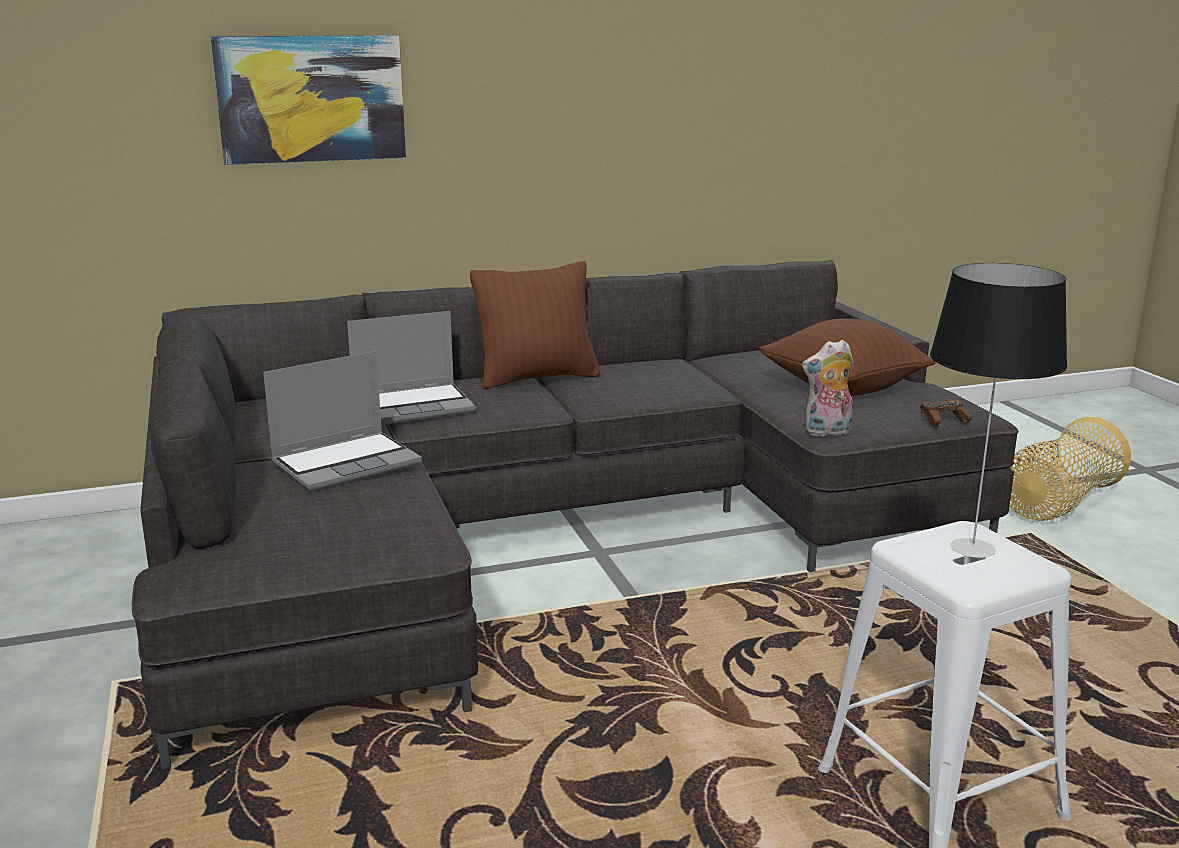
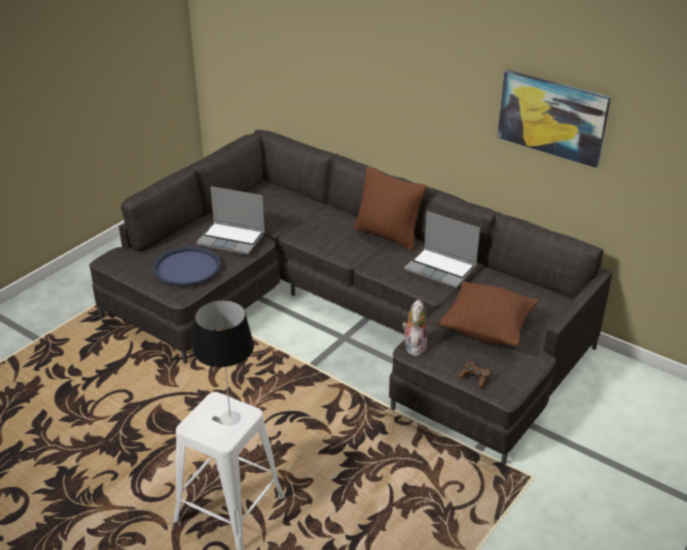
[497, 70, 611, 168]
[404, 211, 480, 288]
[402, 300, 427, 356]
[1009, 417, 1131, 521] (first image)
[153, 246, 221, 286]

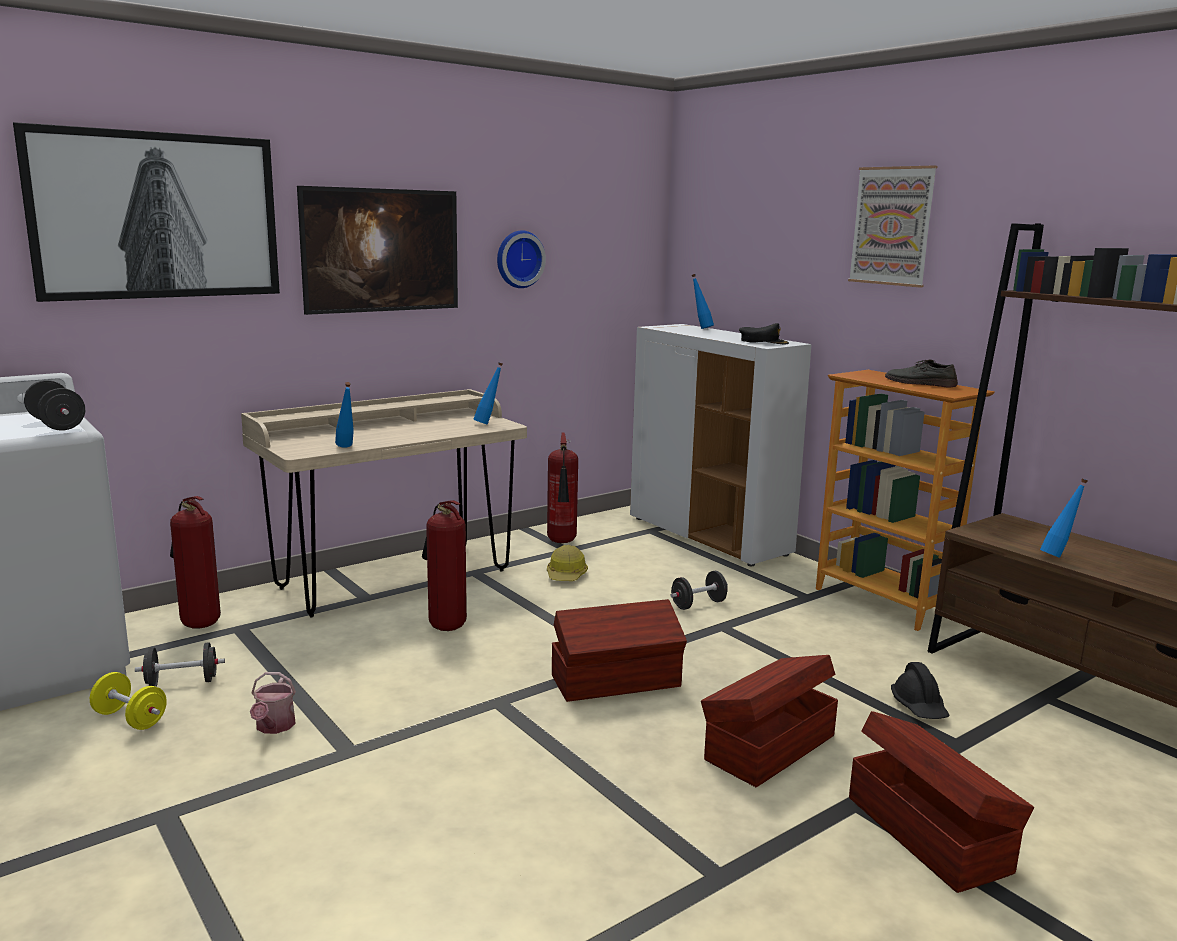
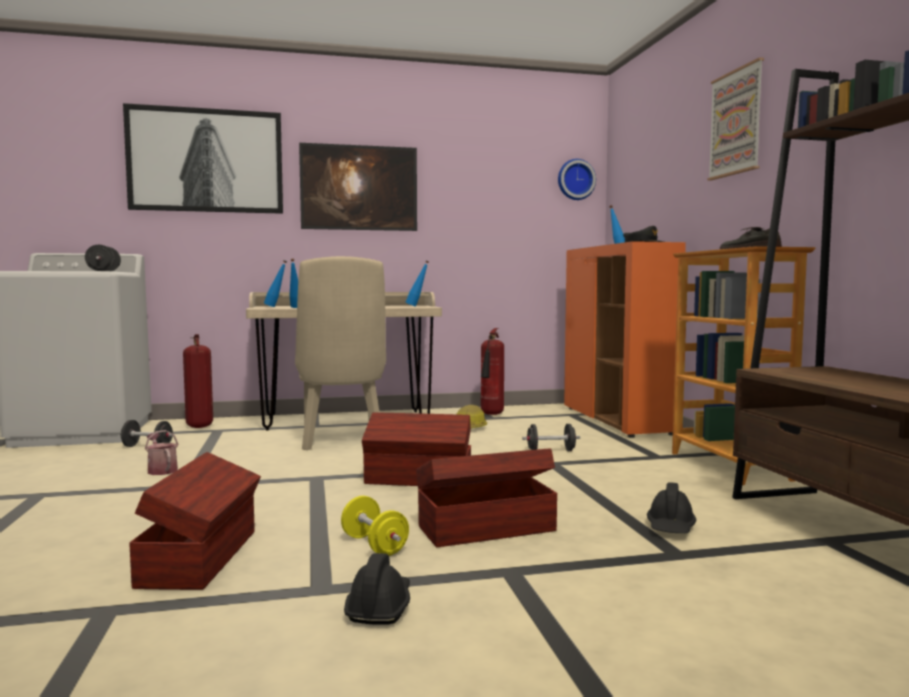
[341, 496, 409, 556]
[145, 430, 178, 475]
[295, 256, 386, 450]
[558, 159, 596, 200]
[564, 241, 686, 438]
[129, 452, 261, 590]
[264, 260, 287, 307]
[344, 553, 410, 624]

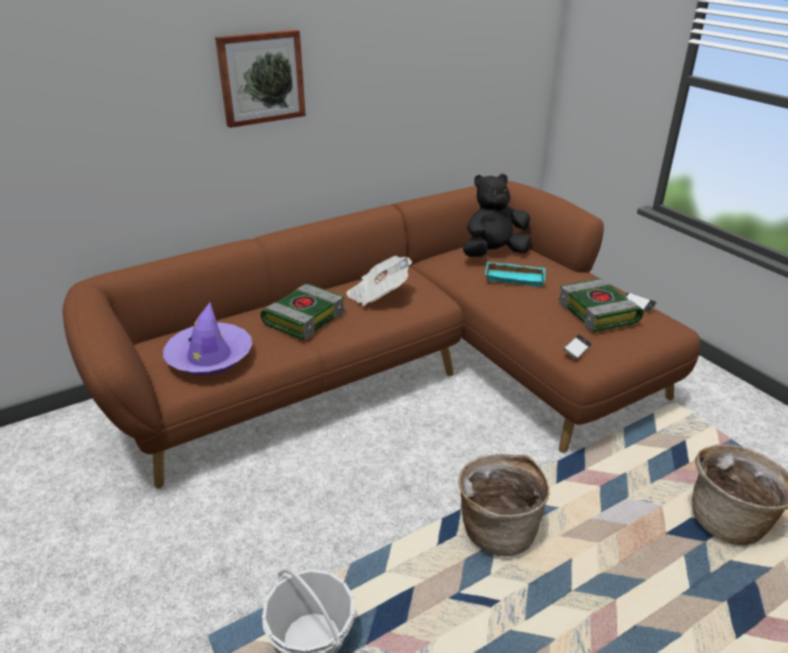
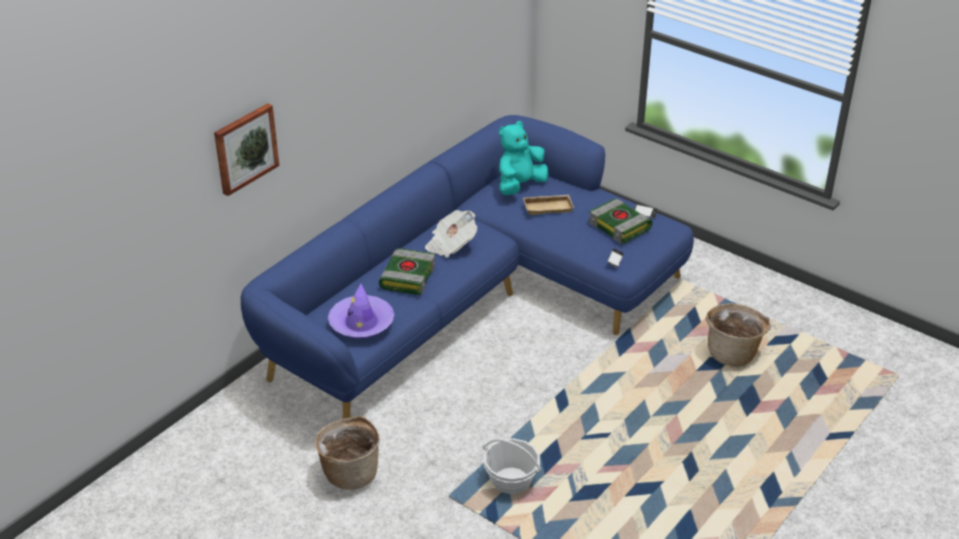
[241, 115, 694, 419]
[214, 103, 279, 196]
[315, 416, 380, 490]
[499, 121, 549, 195]
[523, 195, 574, 215]

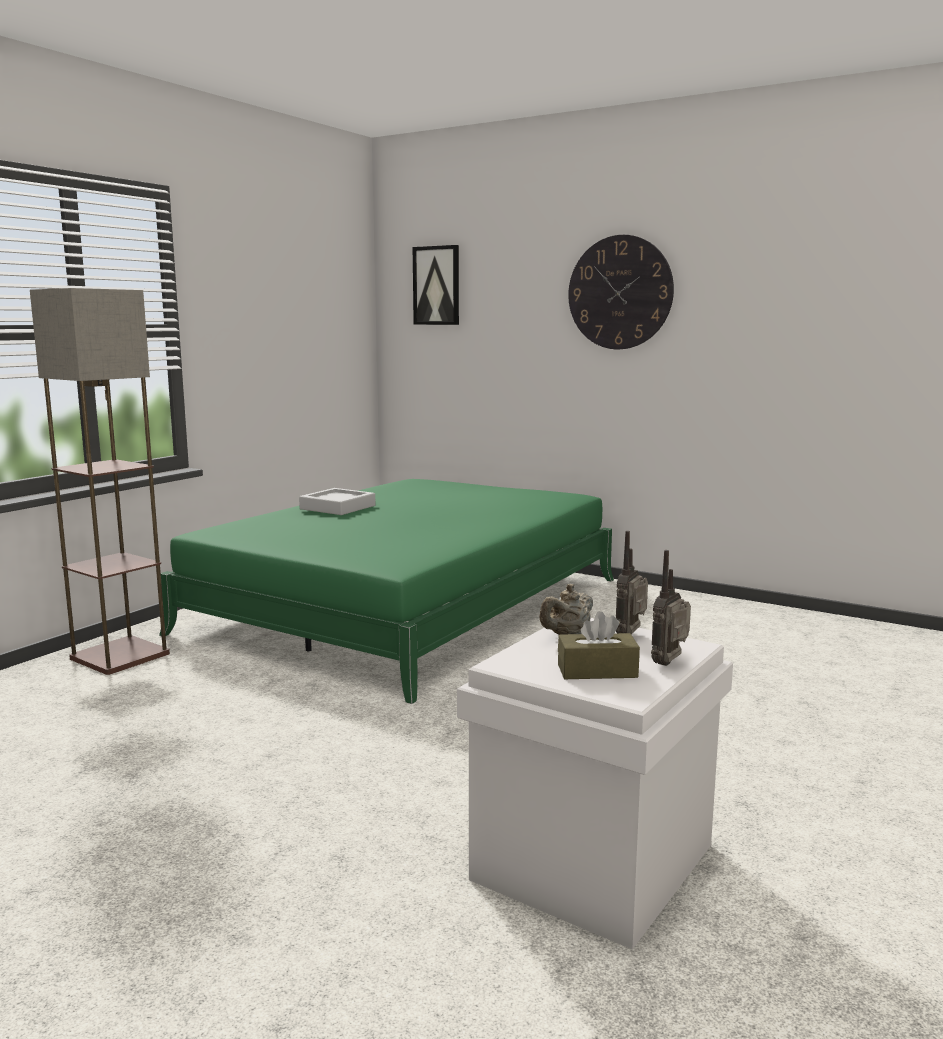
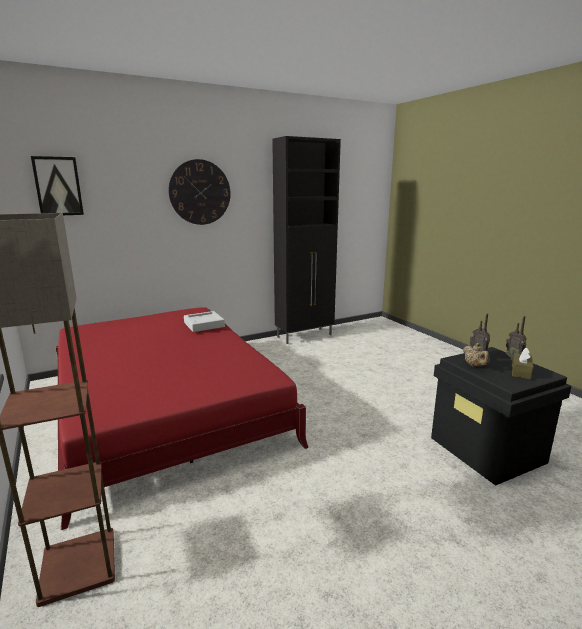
[55, 307, 309, 530]
[184, 311, 225, 332]
[431, 347, 571, 486]
[272, 136, 341, 344]

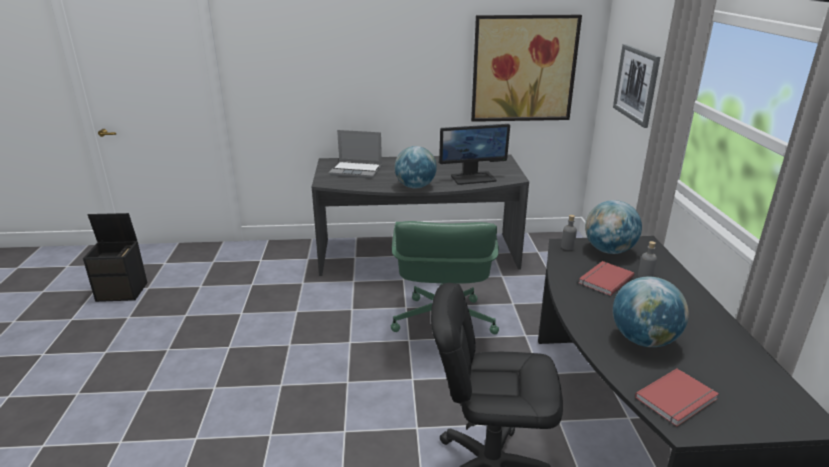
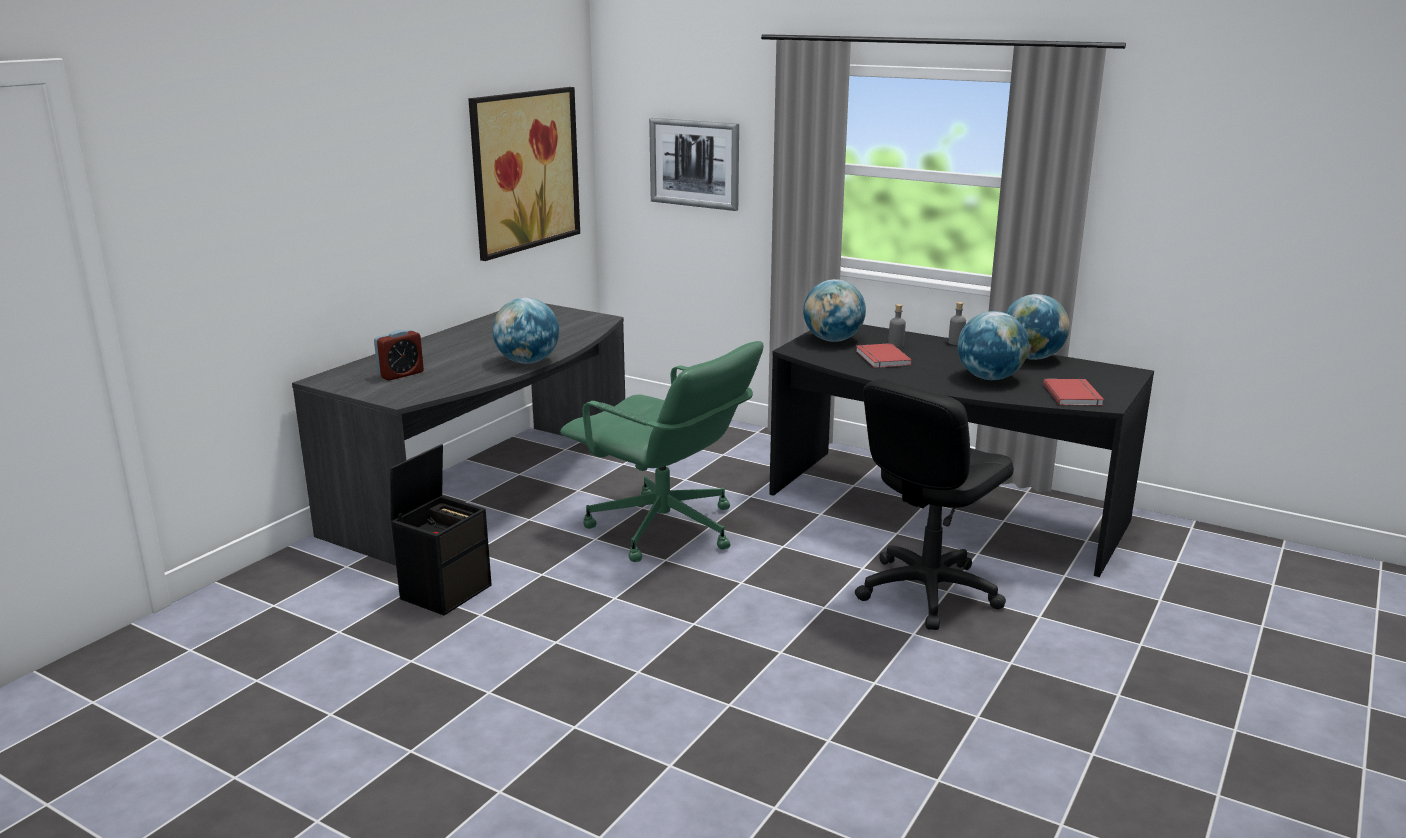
[390, 444, 492, 615]
[374, 330, 424, 381]
[439, 124, 510, 185] (first image)
[948, 302, 966, 345]
[1005, 294, 1070, 360]

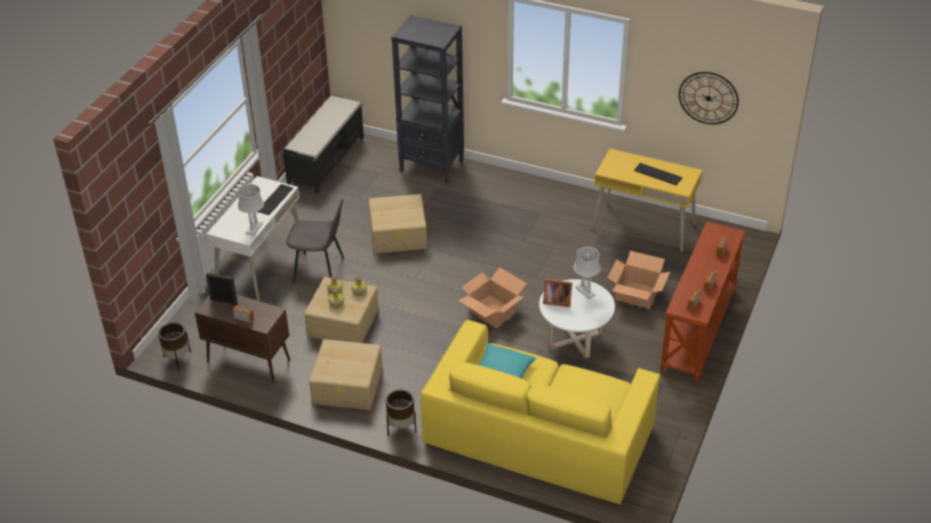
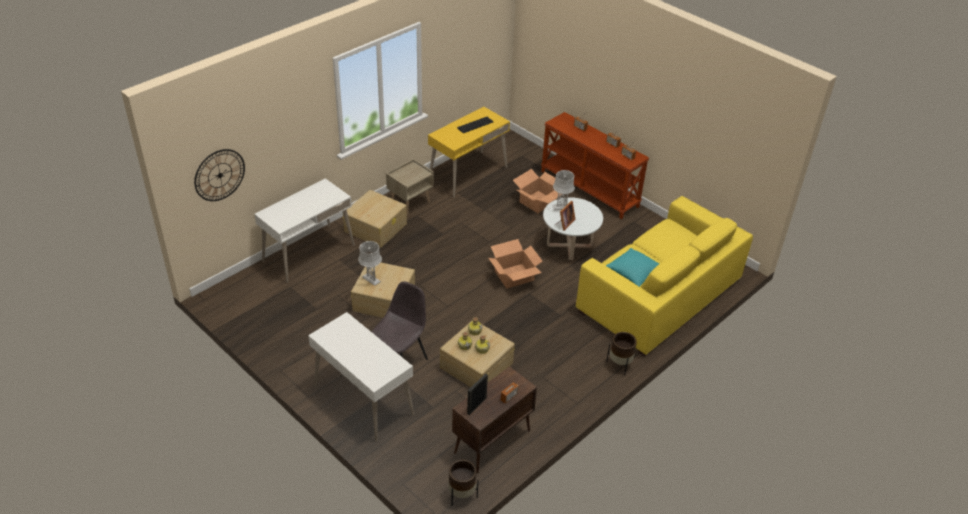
[358, 241, 382, 286]
[257, 184, 293, 215] (first image)
[282, 94, 364, 194] (first image)
[343, 190, 407, 248]
[255, 178, 355, 283]
[194, 149, 245, 201]
[386, 159, 434, 215]

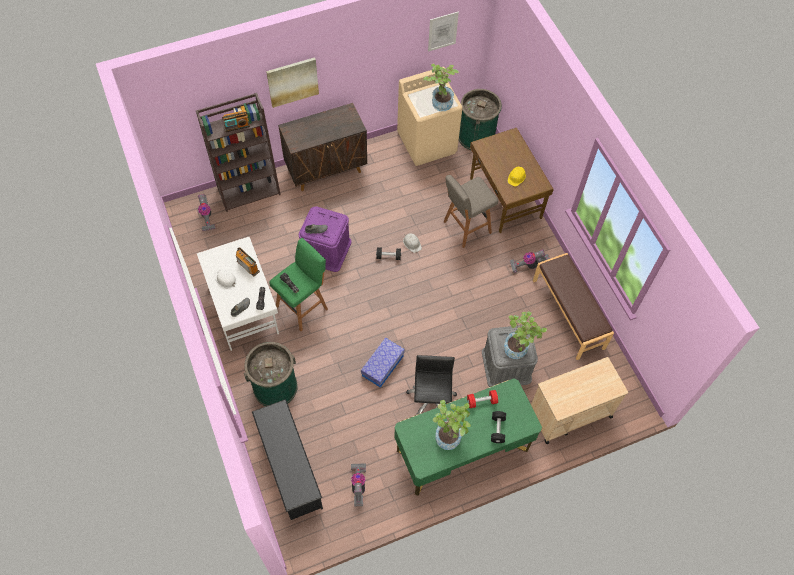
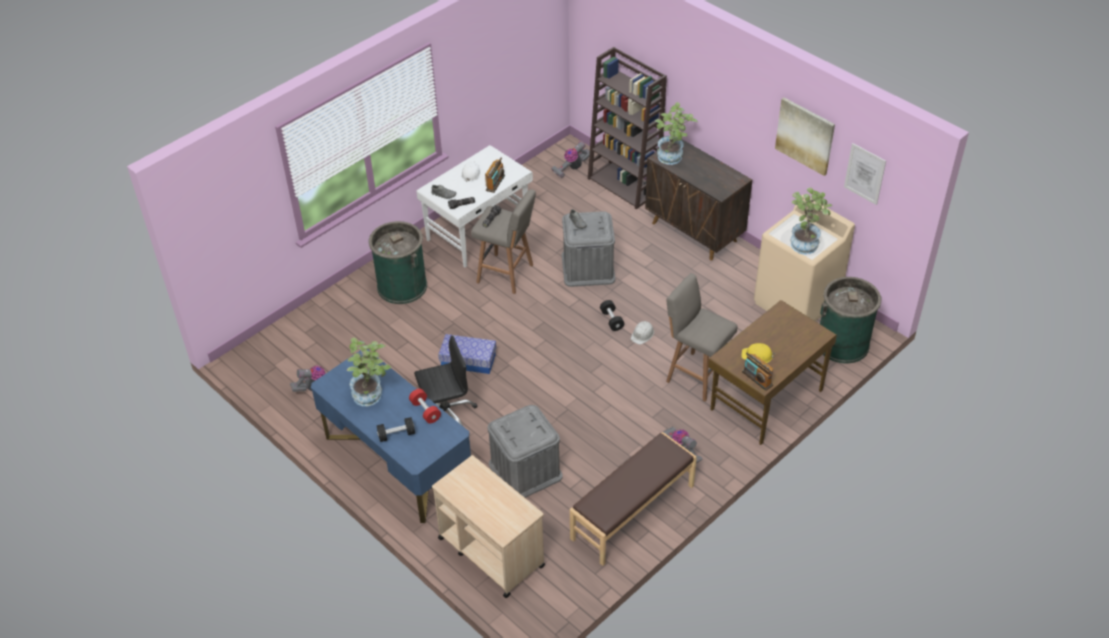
[742, 353, 773, 391]
[252, 399, 323, 520] (first image)
[775, 98, 835, 176]
[471, 189, 536, 294]
[562, 211, 615, 287]
[311, 349, 471, 523]
[655, 102, 698, 165]

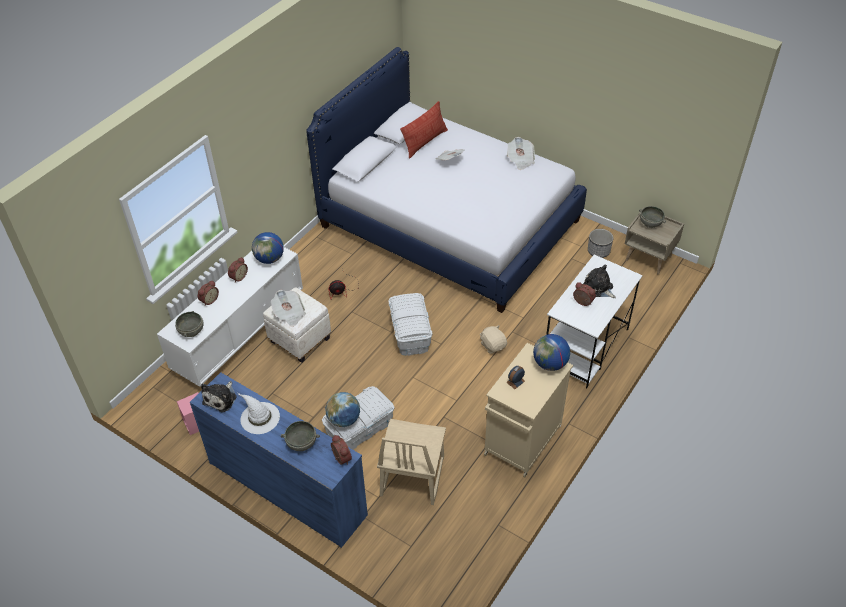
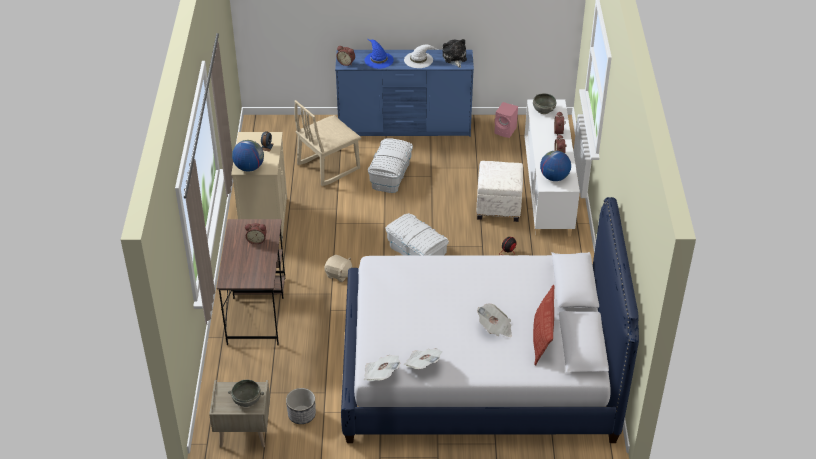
[364, 355, 400, 381]
[364, 39, 394, 69]
[325, 392, 360, 427] (first image)
[294, 100, 361, 186]
[217, 219, 285, 345]
[583, 264, 616, 298] (first image)

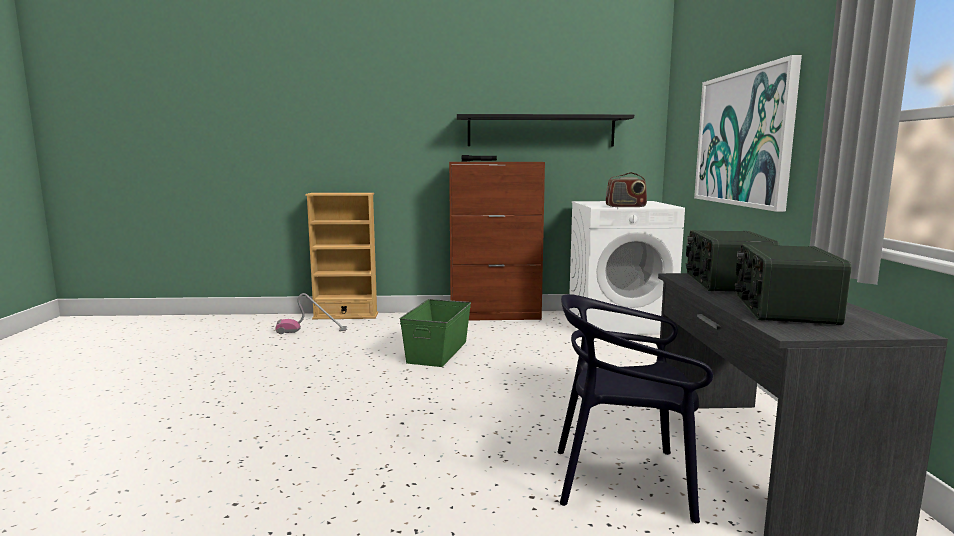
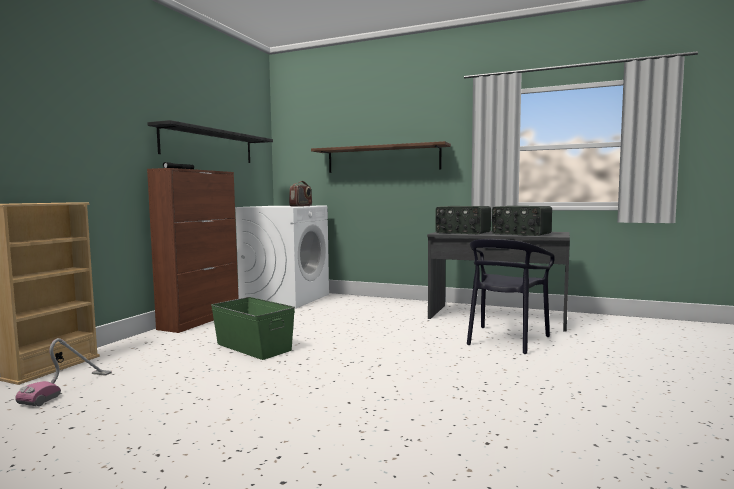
[311, 141, 451, 173]

